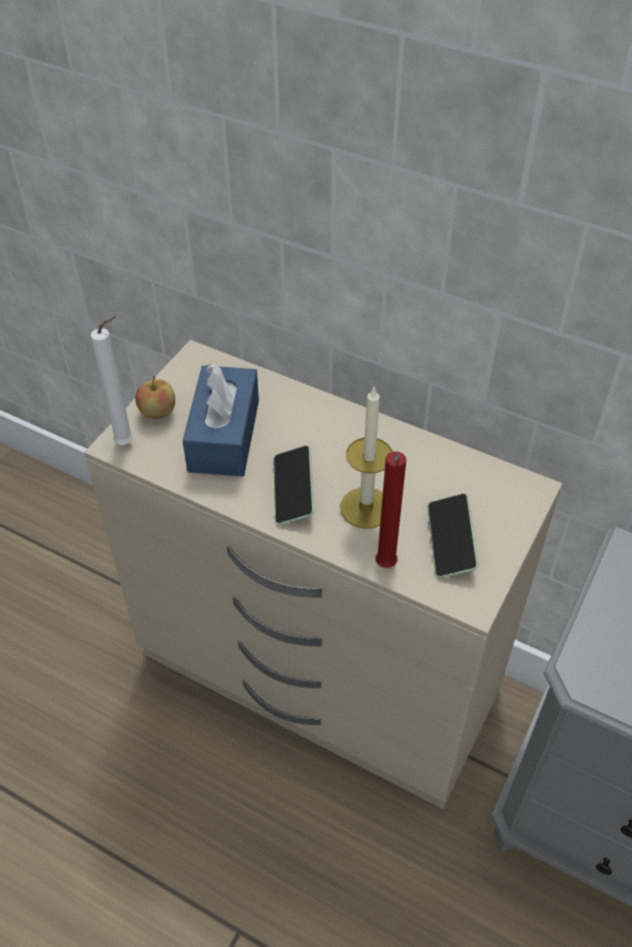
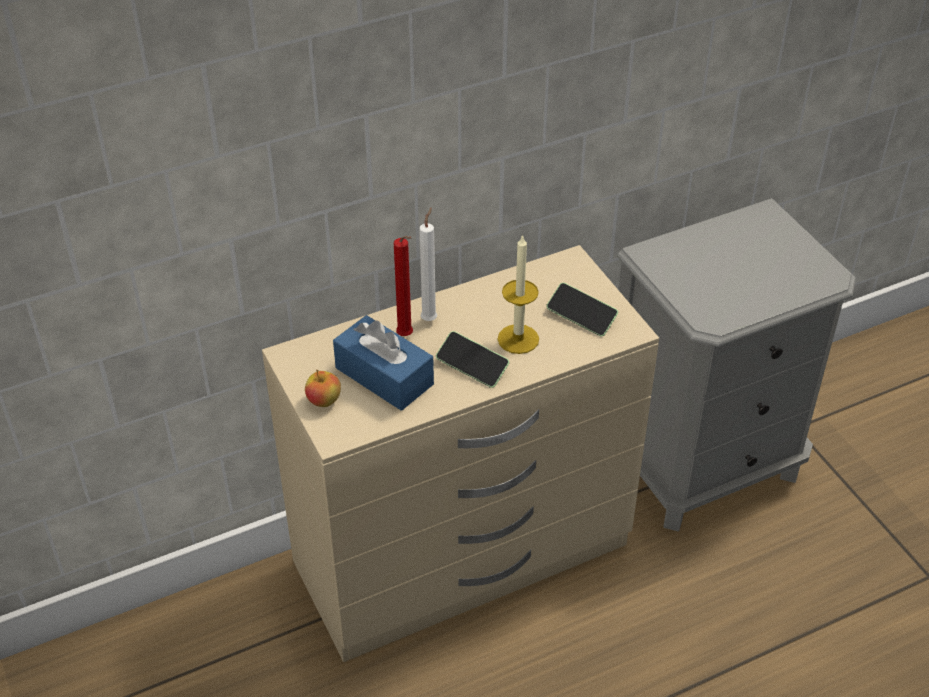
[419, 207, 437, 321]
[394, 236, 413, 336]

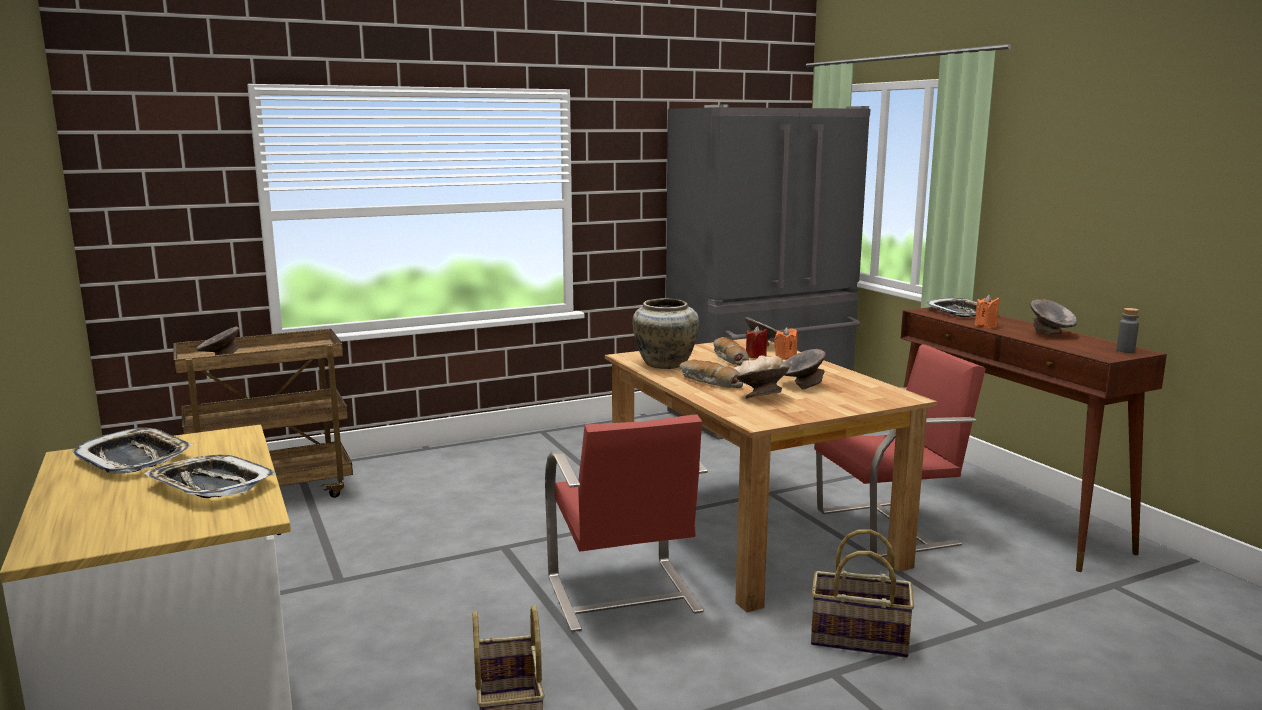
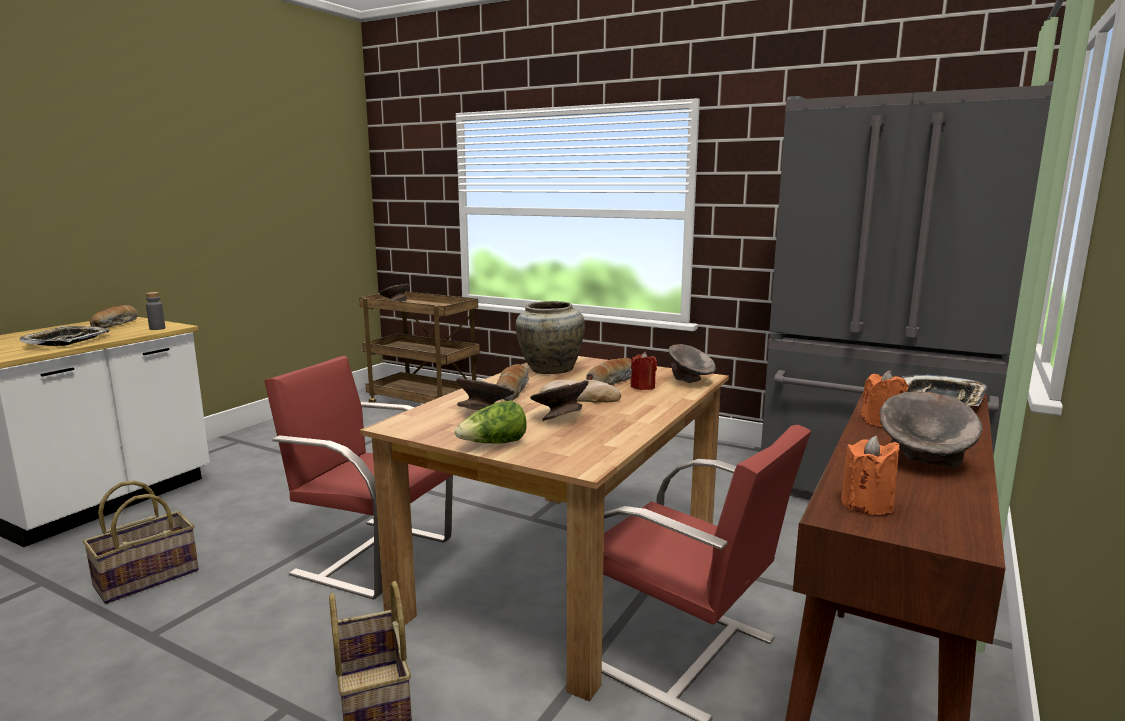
[90, 305, 138, 328]
[264, 356, 453, 600]
[841, 436, 900, 515]
[146, 292, 165, 330]
[455, 401, 527, 444]

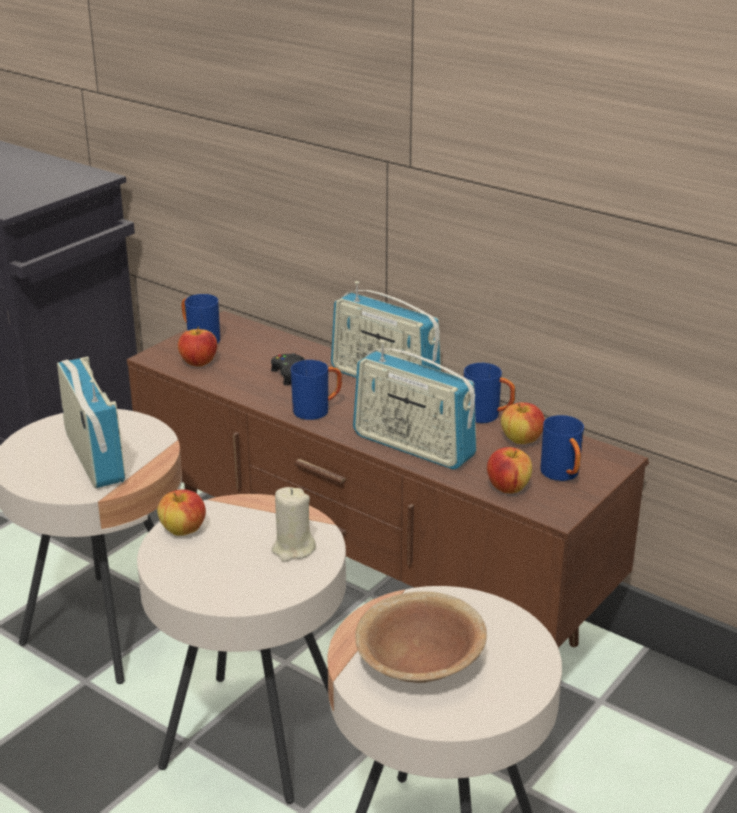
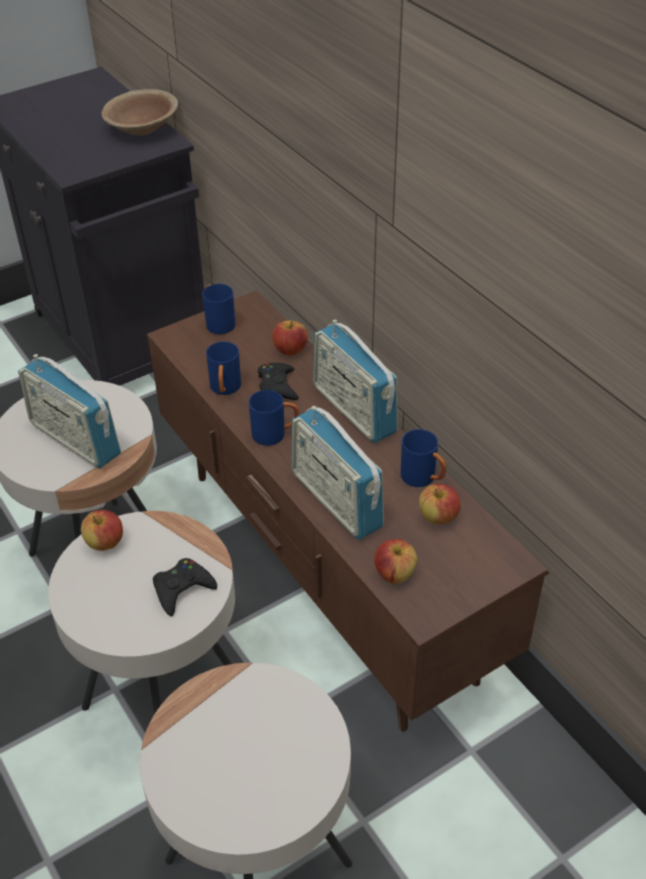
[18, 354, 121, 468]
[272, 321, 308, 356]
[153, 558, 217, 616]
[102, 89, 178, 136]
[206, 341, 241, 395]

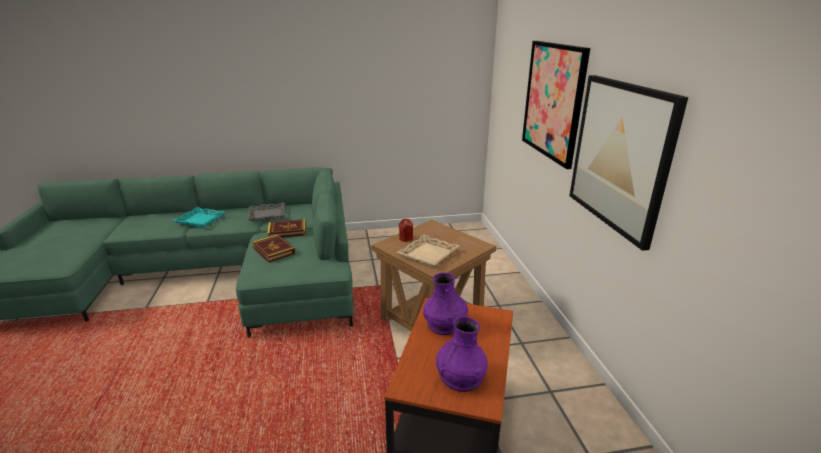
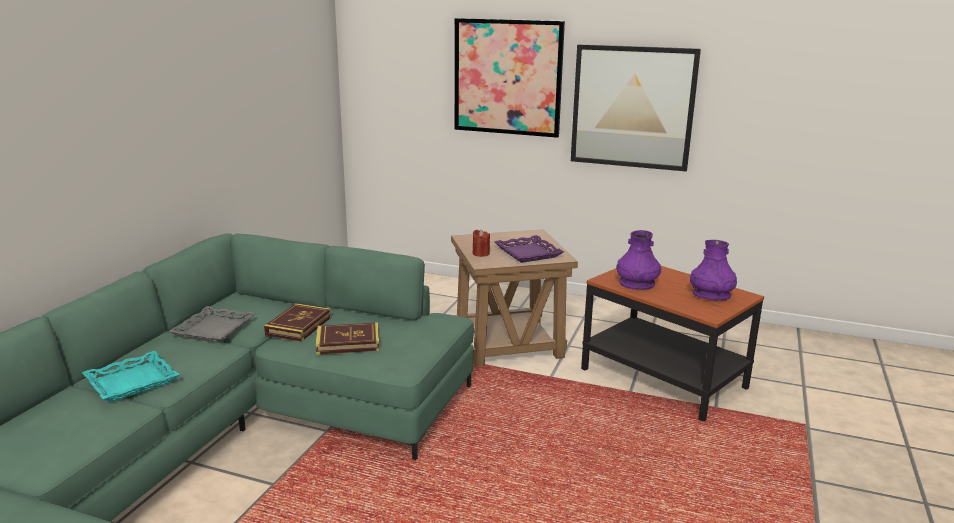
[495, 235, 564, 263]

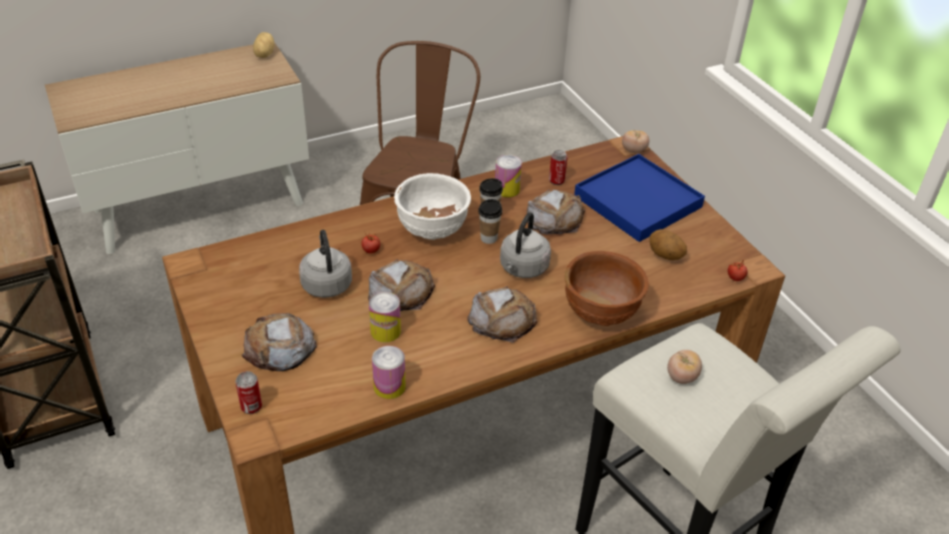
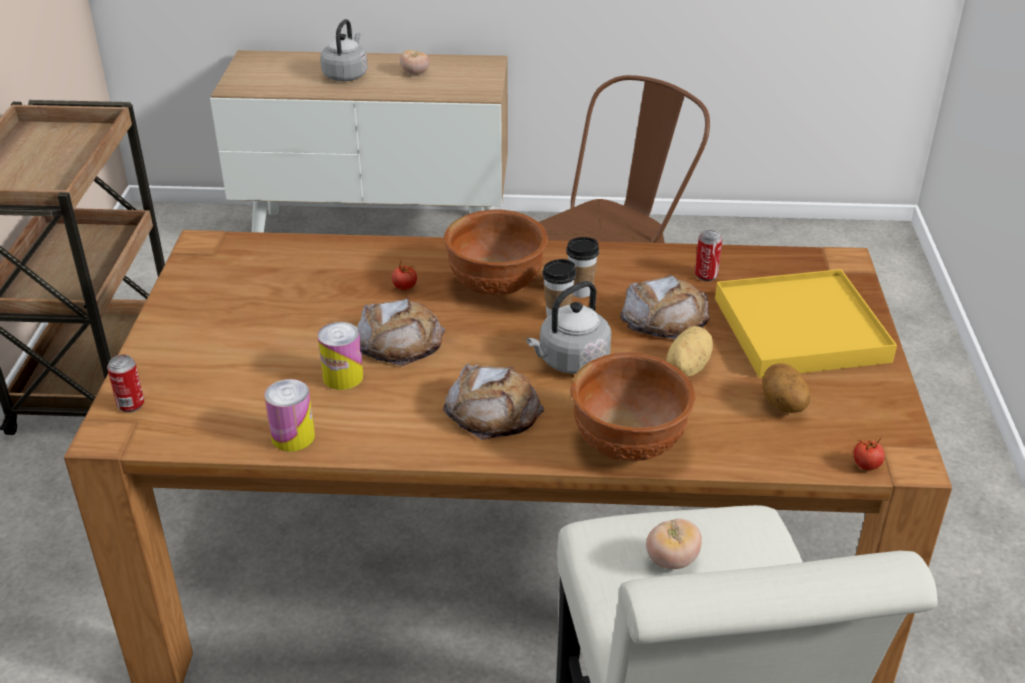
[242, 313, 317, 371] (first image)
[666, 326, 713, 377]
[320, 19, 368, 81]
[444, 209, 548, 296]
[495, 155, 522, 198] (first image)
[715, 269, 897, 378]
[400, 50, 430, 75]

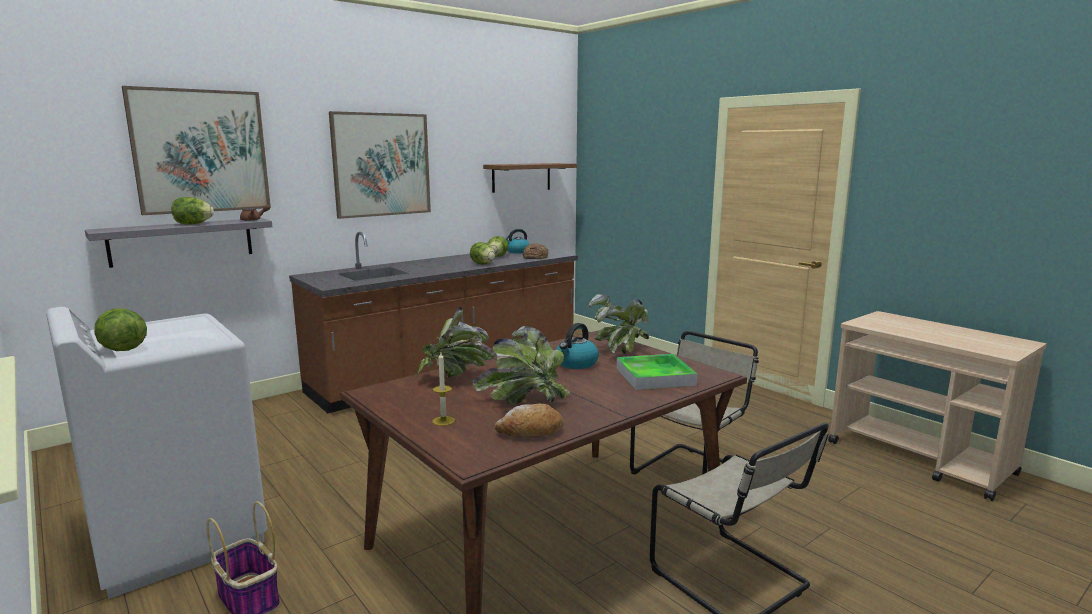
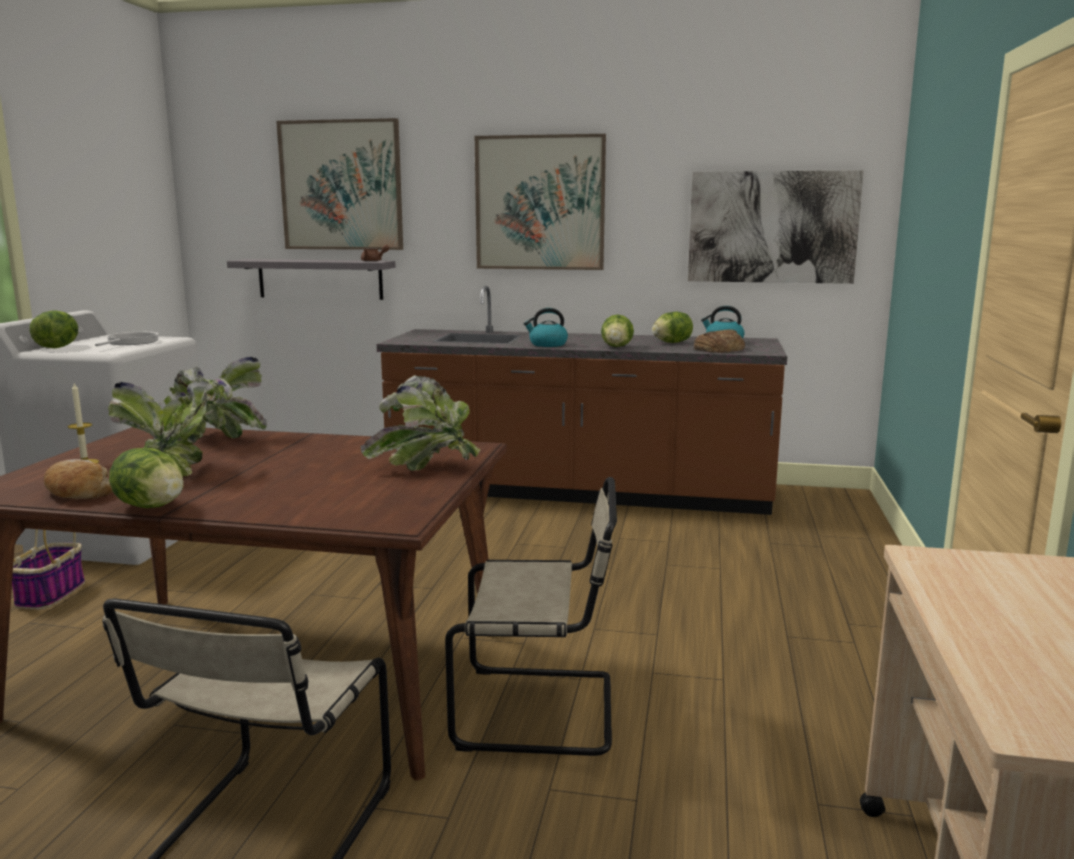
[109, 448, 184, 508]
[688, 170, 864, 284]
[524, 308, 568, 347]
[617, 354, 697, 390] (first image)
[95, 332, 158, 346]

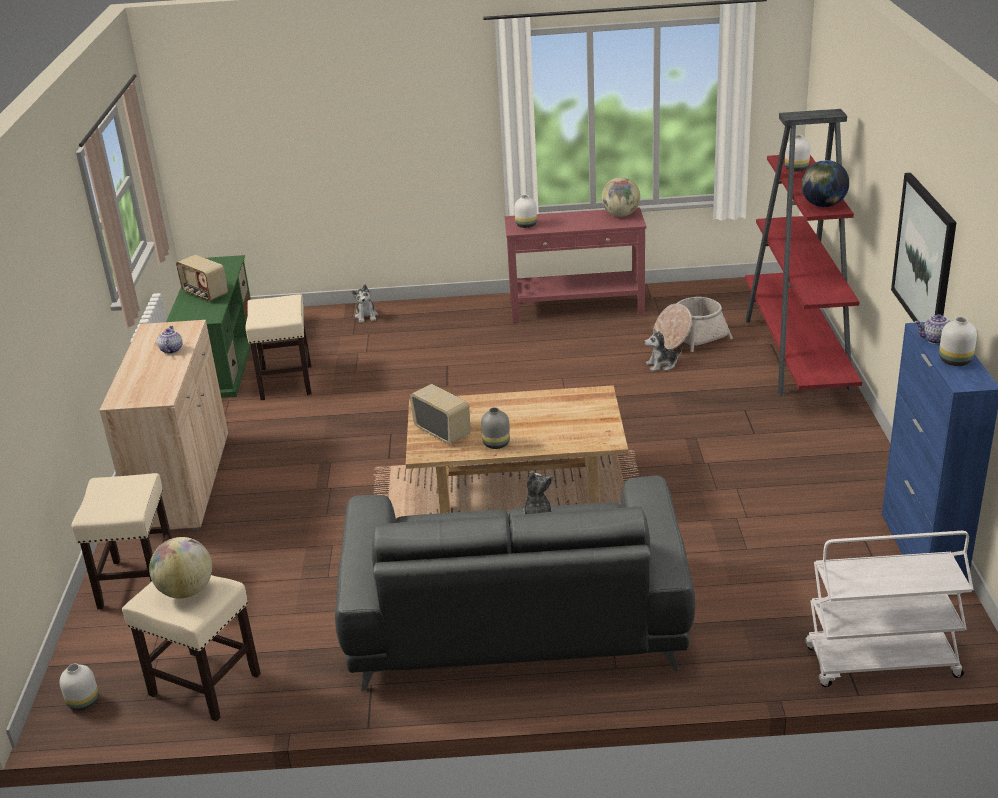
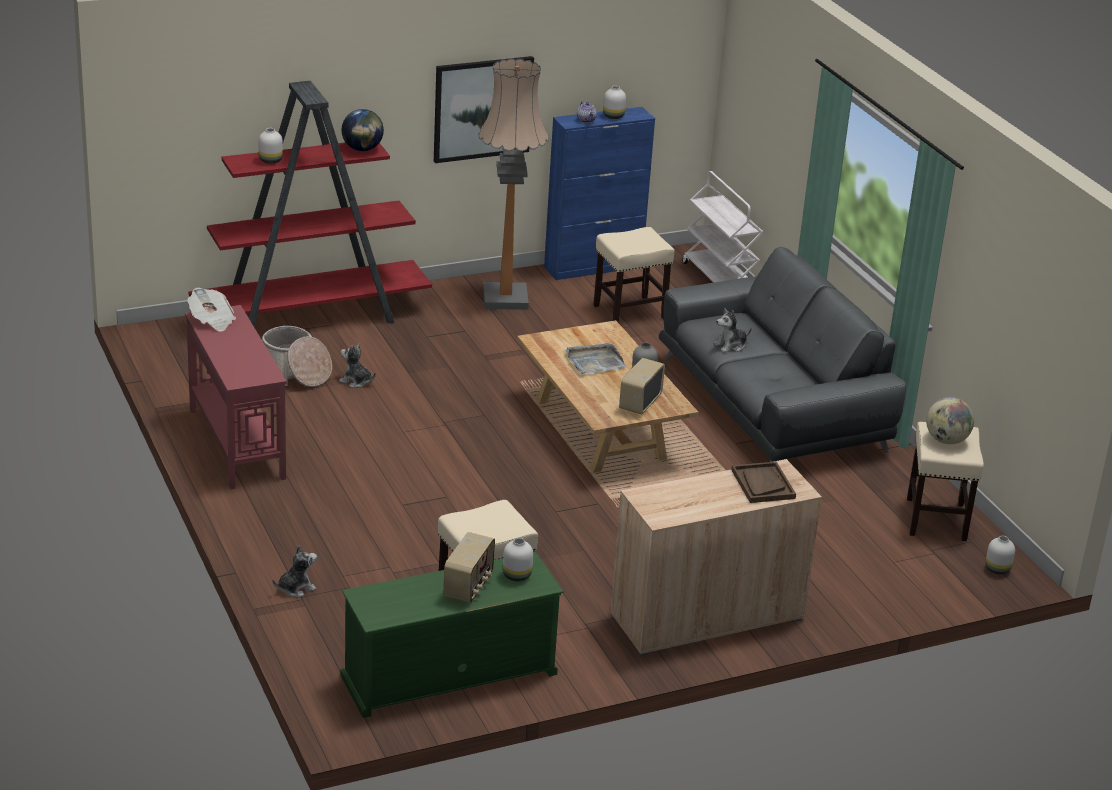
[593, 227, 674, 322]
[157, 325, 182, 354] (first image)
[503, 538, 533, 581]
[187, 288, 236, 332]
[339, 343, 376, 388]
[479, 58, 549, 310]
[565, 343, 626, 374]
[731, 461, 796, 503]

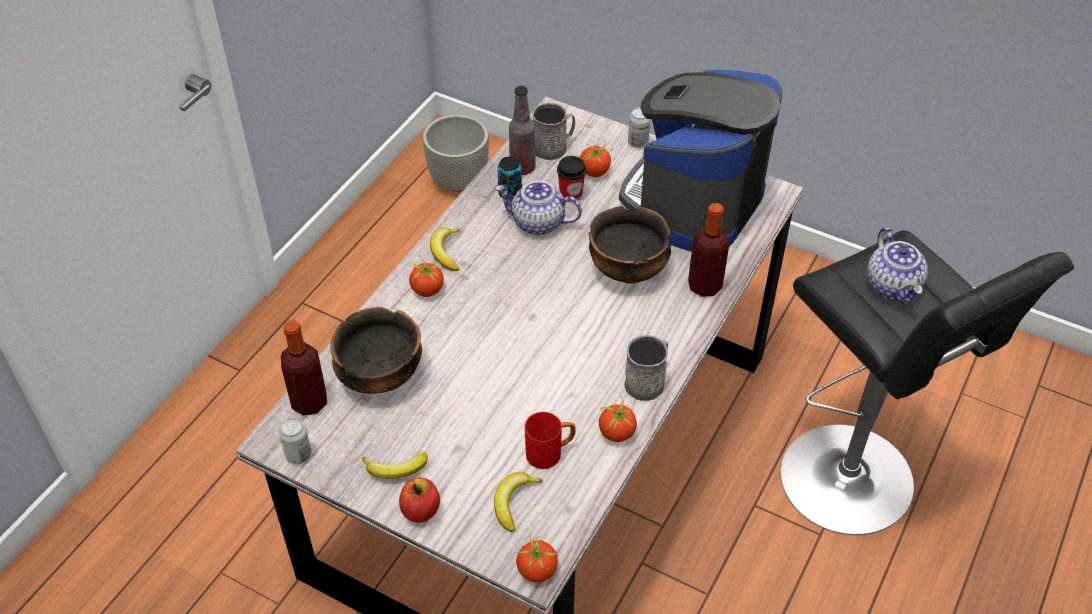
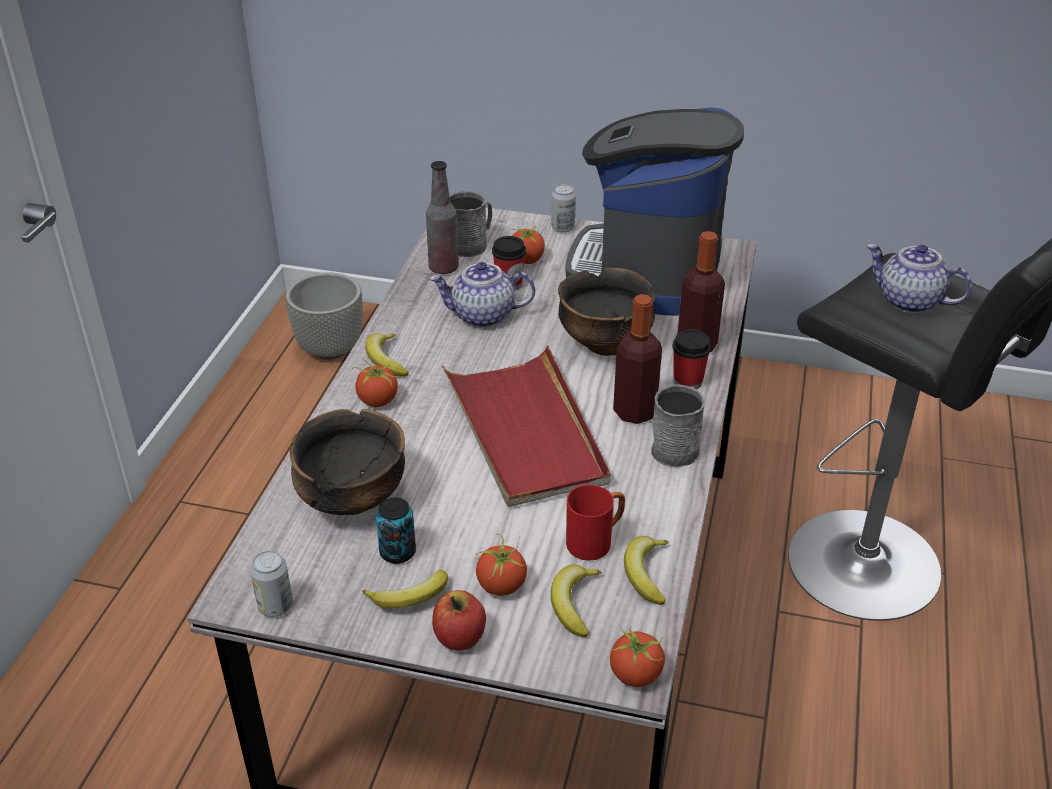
[613, 294, 662, 424]
[376, 497, 416, 564]
[476, 534, 527, 596]
[866, 244, 972, 314]
[442, 346, 611, 507]
[624, 536, 669, 605]
[673, 329, 711, 389]

